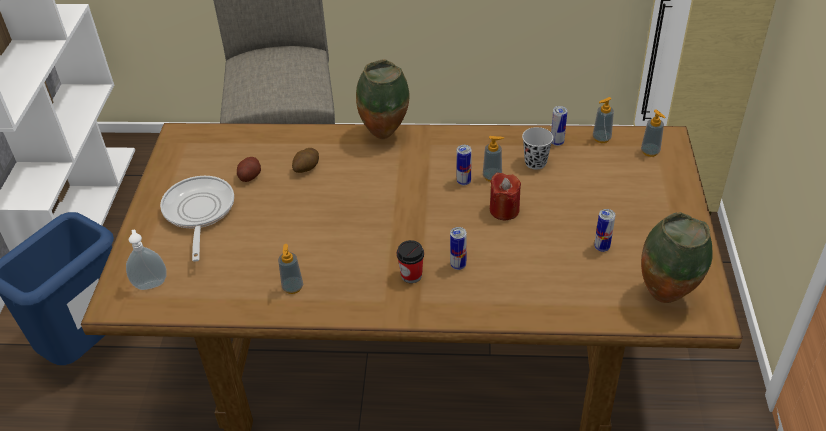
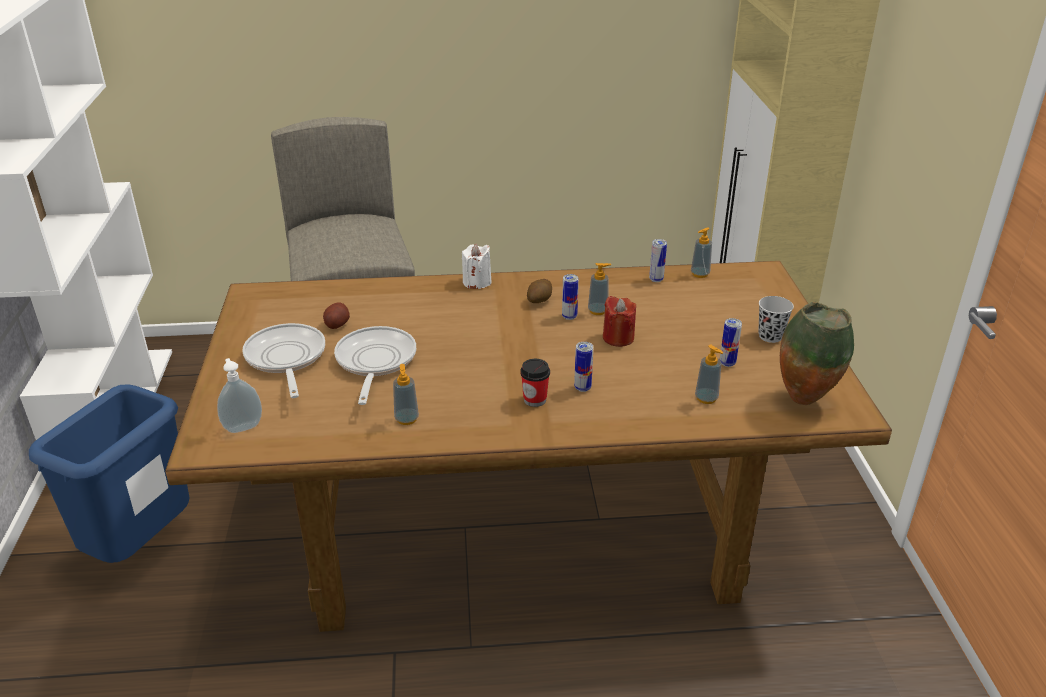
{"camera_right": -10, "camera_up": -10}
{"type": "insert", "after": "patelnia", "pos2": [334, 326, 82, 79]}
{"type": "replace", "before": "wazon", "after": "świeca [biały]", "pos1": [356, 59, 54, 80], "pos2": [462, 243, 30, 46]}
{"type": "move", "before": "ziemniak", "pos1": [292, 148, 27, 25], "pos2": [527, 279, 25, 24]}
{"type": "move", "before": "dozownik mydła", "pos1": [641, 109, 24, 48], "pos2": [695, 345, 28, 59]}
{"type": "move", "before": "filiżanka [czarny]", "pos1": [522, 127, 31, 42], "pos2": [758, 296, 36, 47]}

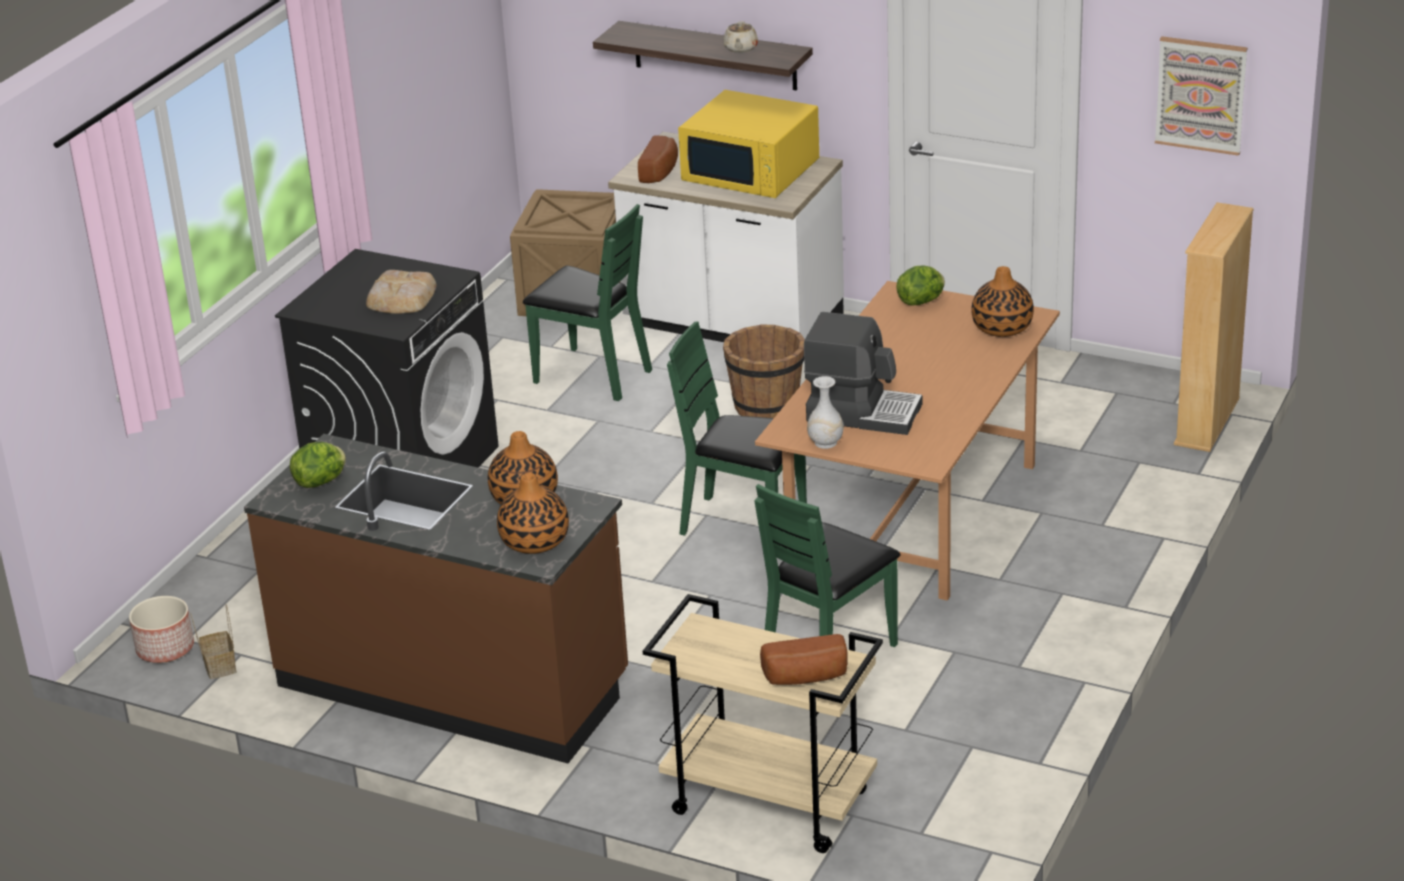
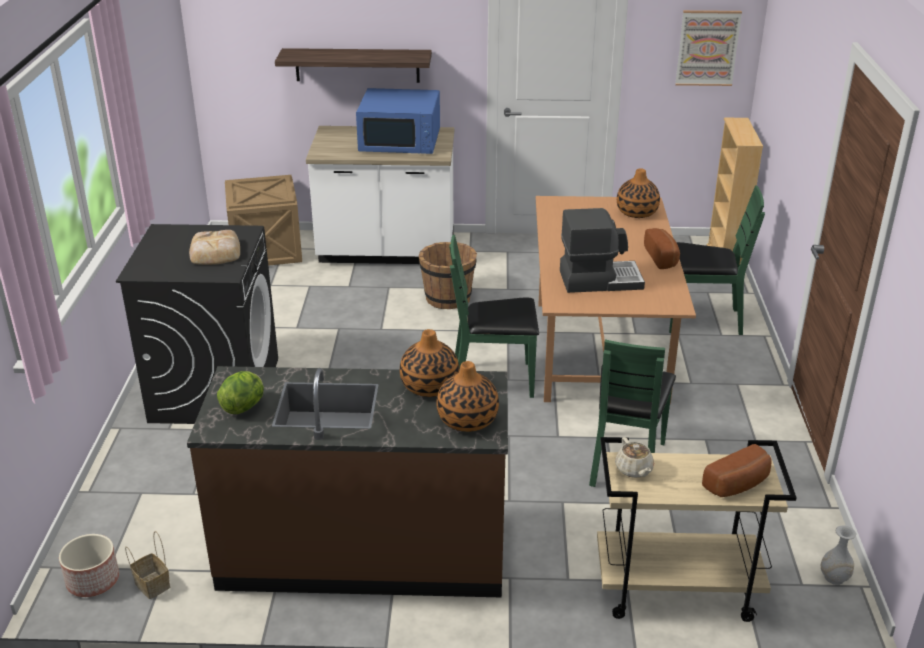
{"camera_right": -25, "camera_up": 0}
{"type": "recolor", "before": "mikrofalówka [żółty]", "after": "mikrofalówka [niebieski]", "pos1": [678, 90, 141, 108], "pos2": [356, 88, 84, 66]}
{"type": "move", "before": "imbryk [beżowy]", "pos1": [723, 21, 35, 32], "pos2": [615, 437, 39, 41]}
{"type": "move", "before": "chleb", "pos1": [638, 136, 40, 47], "pos2": [644, 228, 36, 41]}
{"type": "move", "before": "krzesło [zielony]", "pos1": [523, 204, 129, 197], "pos2": [669, 185, 96, 150]}
{"type": "move", "before": "wazon [biały]", "pos1": [807, 376, 37, 73], "pos2": [821, 526, 35, 59]}
{"type": "delete", "before": "sałata", "pos1": [896, 265, 49, 40]}

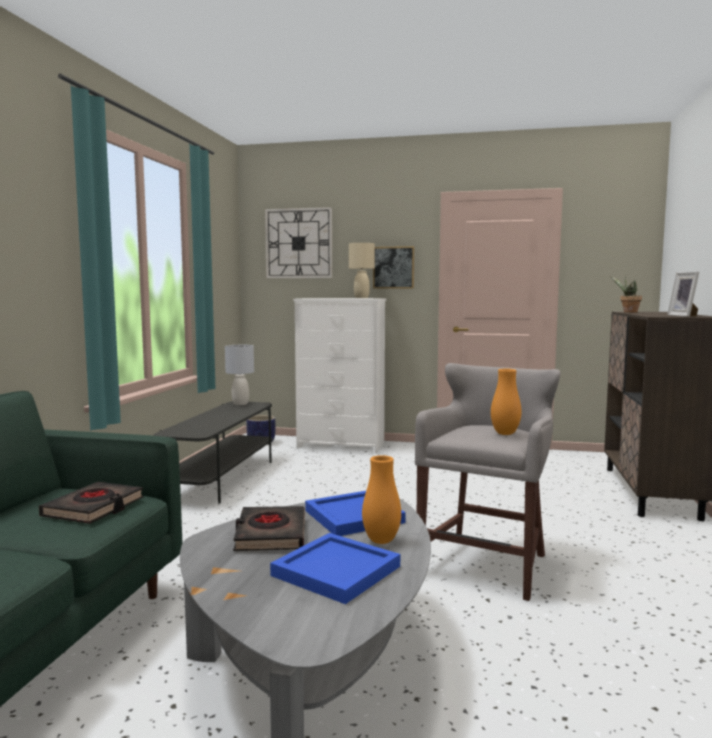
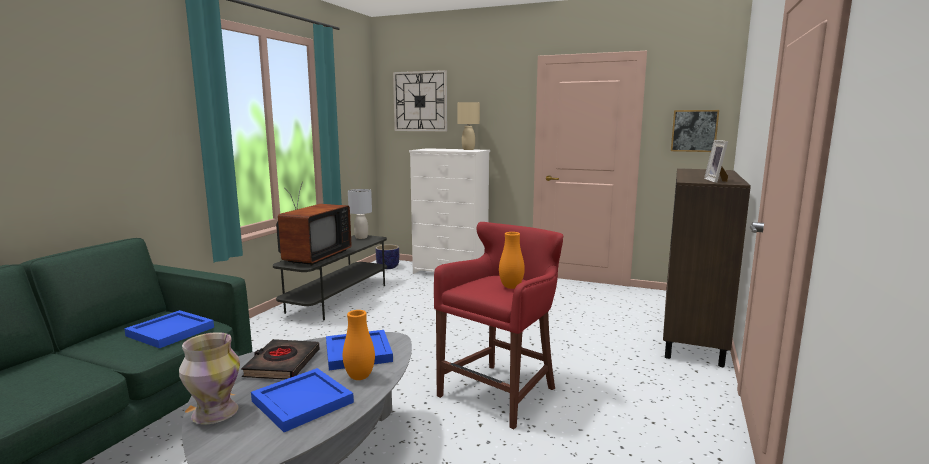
{"camera_right": 10, "camera_up": 5}
{"type": "replace", "before": "książka [czarny]", "after": "taca [niebieski]", "pos1": [39, 482, 105, 42], "pos2": [124, 310, 90, 38]}
{"type": "insert", "after": "wazon", "pos2": [179, 332, 61, 92]}
{"type": "insert", "after": "telewizor", "pos2": [276, 182, 76, 83]}
{"type": "recolor", "before": "stołek [szary]", "after": "stołek [czerwony]", "pos1": [415, 363, 146, 238], "pos2": [434, 222, 130, 207]}
{"type": "move", "before": "obraz", "pos1": [373, 246, 41, 42], "pos2": [671, 110, 48, 42]}
{"type": "delete", "before": "roślina doniczkowa", "pos1": [610, 276, 32, 37]}

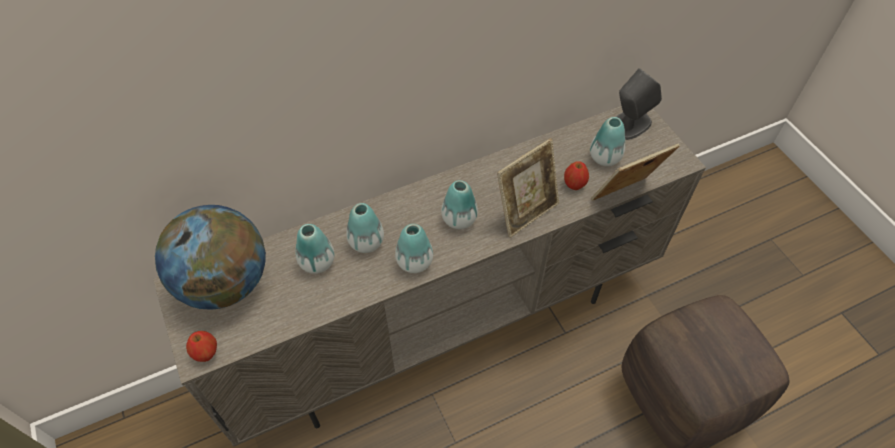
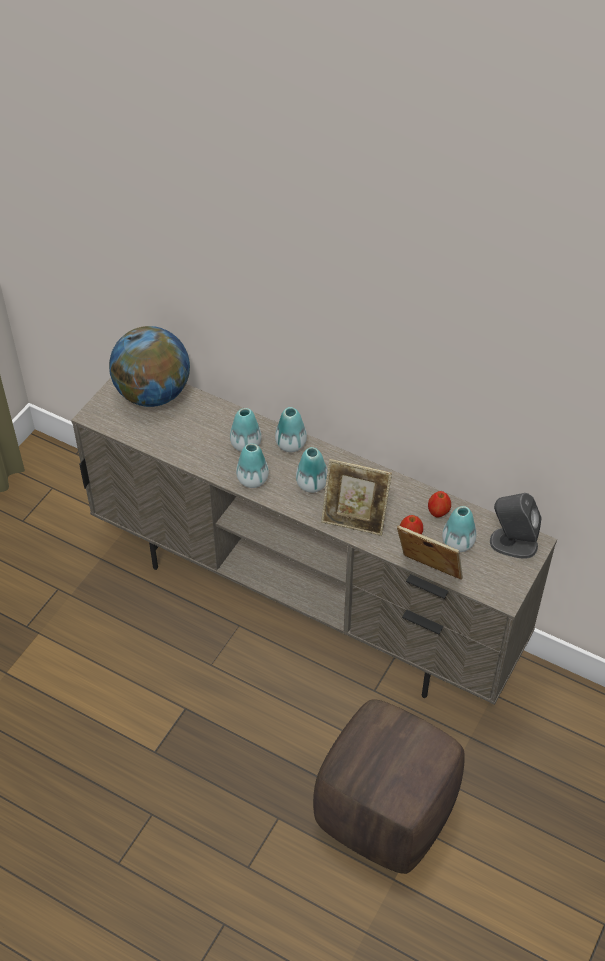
{"camera_right": 55, "camera_up": -5}
{"type": "move", "before": "wazon", "pos1": [295, 224, 39, 50], "pos2": [275, 407, 32, 45]}
{"type": "move", "before": "jabłko", "pos1": [186, 331, 31, 31], "pos2": [428, 491, 23, 26]}

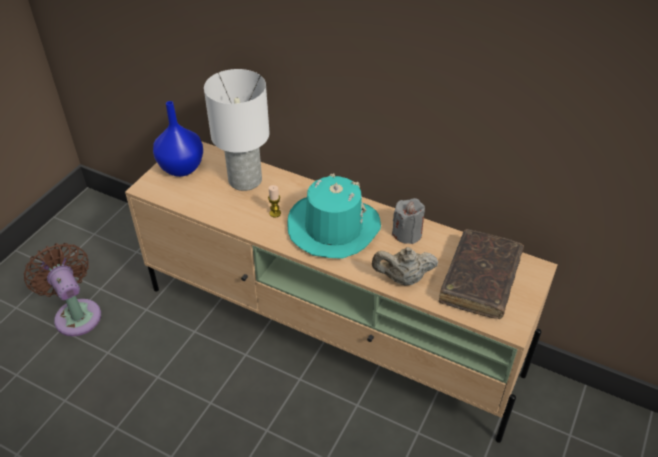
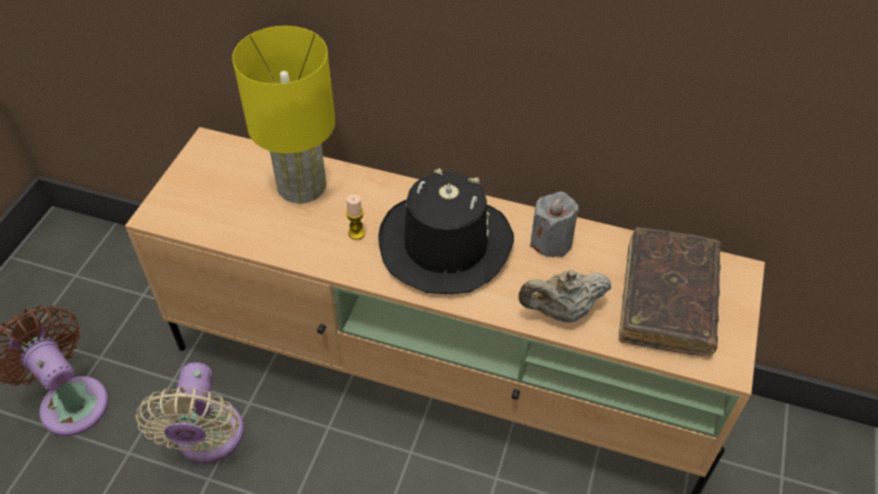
{"camera_right": -10, "camera_up": 5}
{"type": "insert", "after": "wentylator [beżowy]", "pos2": [135, 362, 109, 101]}
{"type": "recolor", "before": "lampa stołowa [biały]", "after": "lampa stołowa [żółty]", "pos1": [204, 69, 66, 122], "pos2": [232, 26, 103, 178]}
{"type": "recolor", "before": "kapelusz [turkusowy]", "after": "kapelusz [czarny]", "pos1": [287, 173, 94, 86], "pos2": [378, 168, 136, 126]}
{"type": "delete", "before": "wazon [niebieski]", "pos1": [153, 101, 50, 76]}

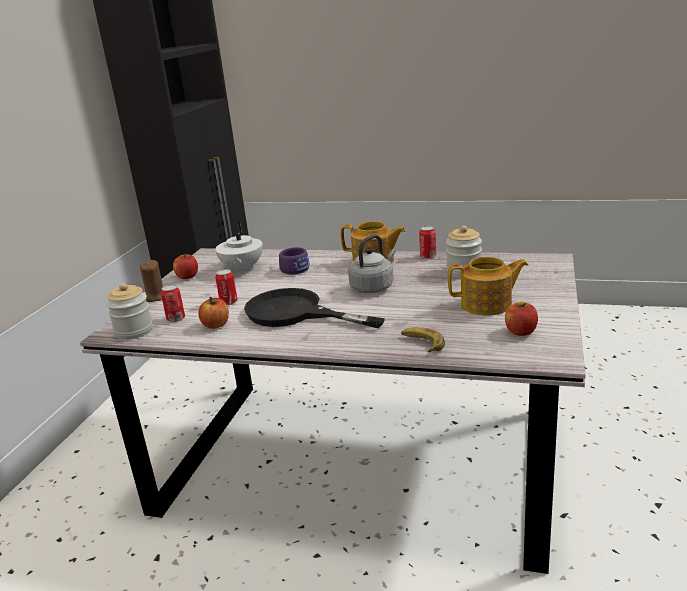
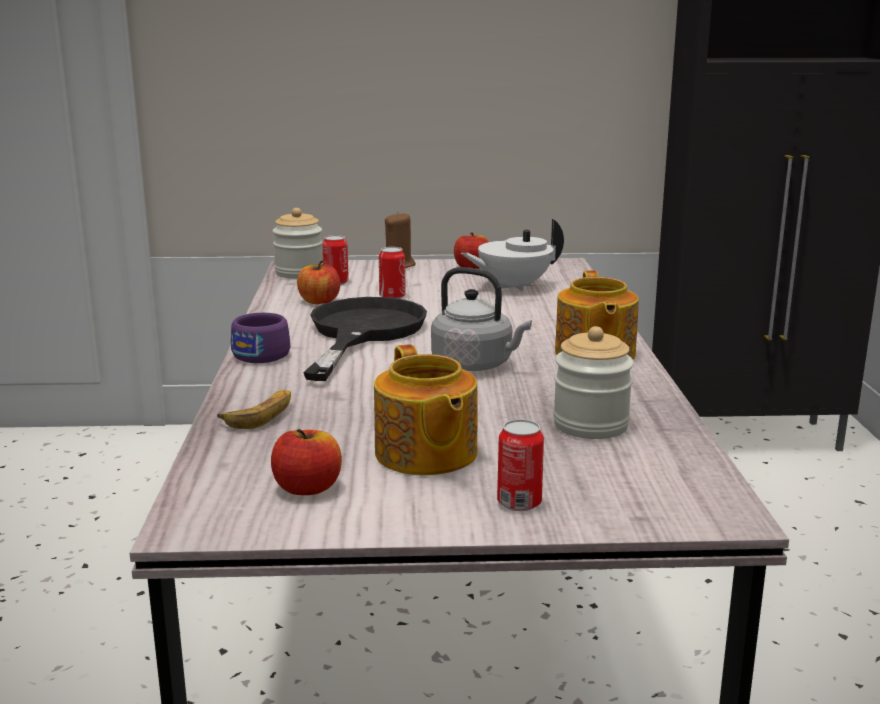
{"camera_right": 70, "camera_up": -5}
{"type": "move", "before": "filiżanka [fioletowy]", "pos1": [279, 247, 31, 28], "pos2": [231, 313, 59, 50]}
{"type": "move", "before": "puszka", "pos1": [419, 226, 17, 33], "pos2": [497, 419, 47, 92]}

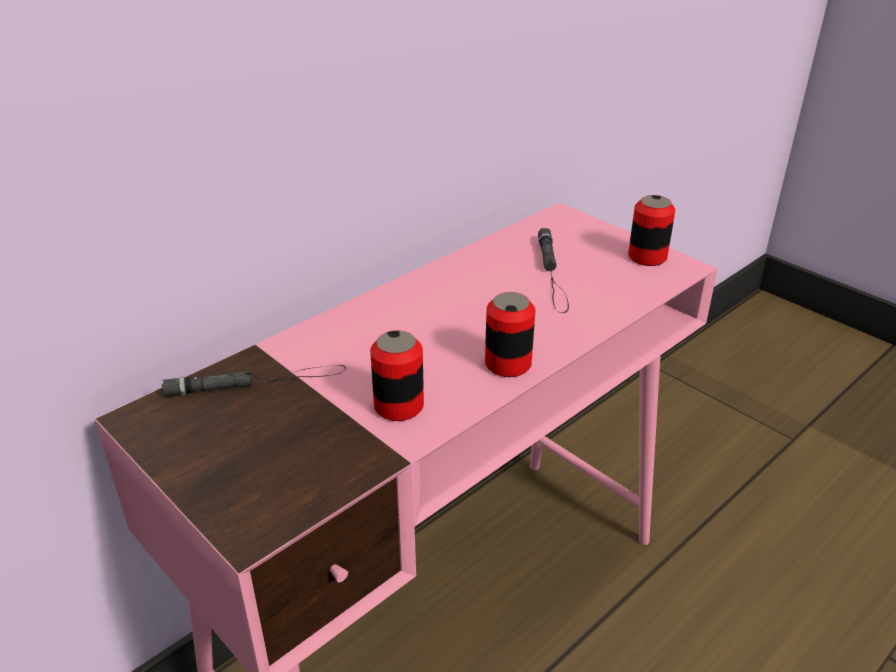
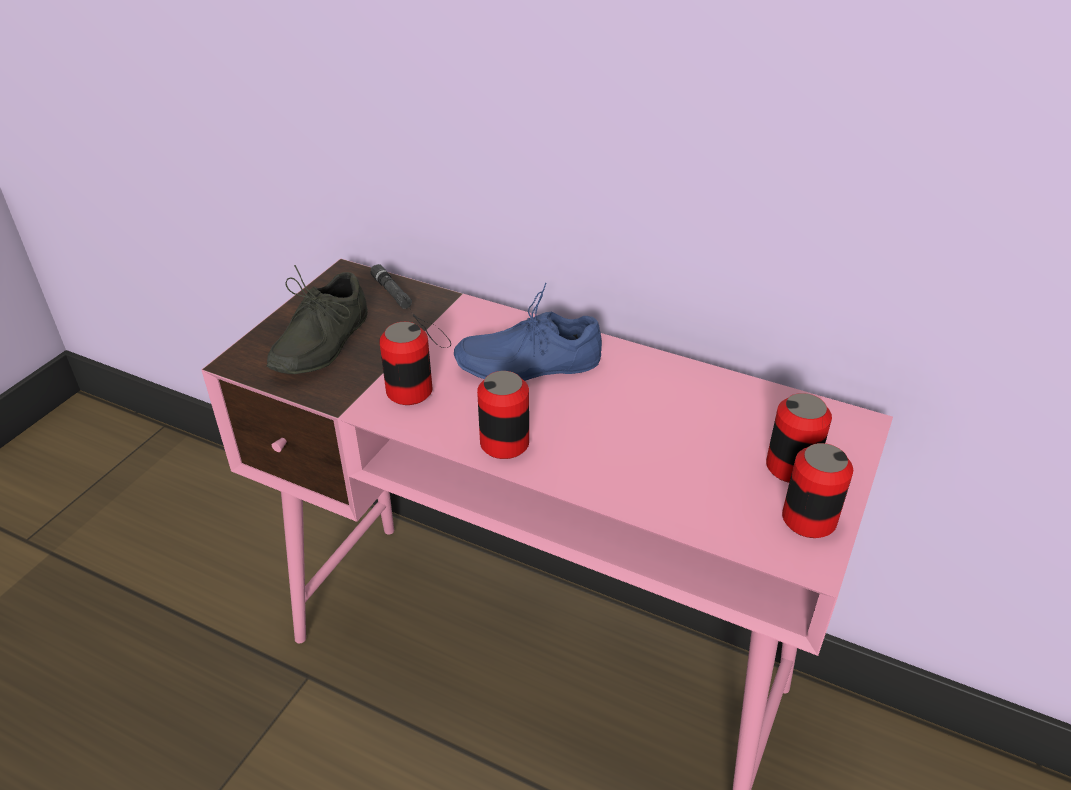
{"camera_right": 70, "camera_up": 5}
{"type": "insert", "after": "but [szary]", "pos2": [267, 265, 101, 109]}
{"type": "insert", "after": "but [niebieski]", "pos2": [454, 283, 148, 98]}
{"type": "insert", "after": "puszka", "pos2": [766, 393, 66, 90]}
{"type": "delete", "before": "latarka [czarny]", "pos1": [538, 228, 31, 85]}

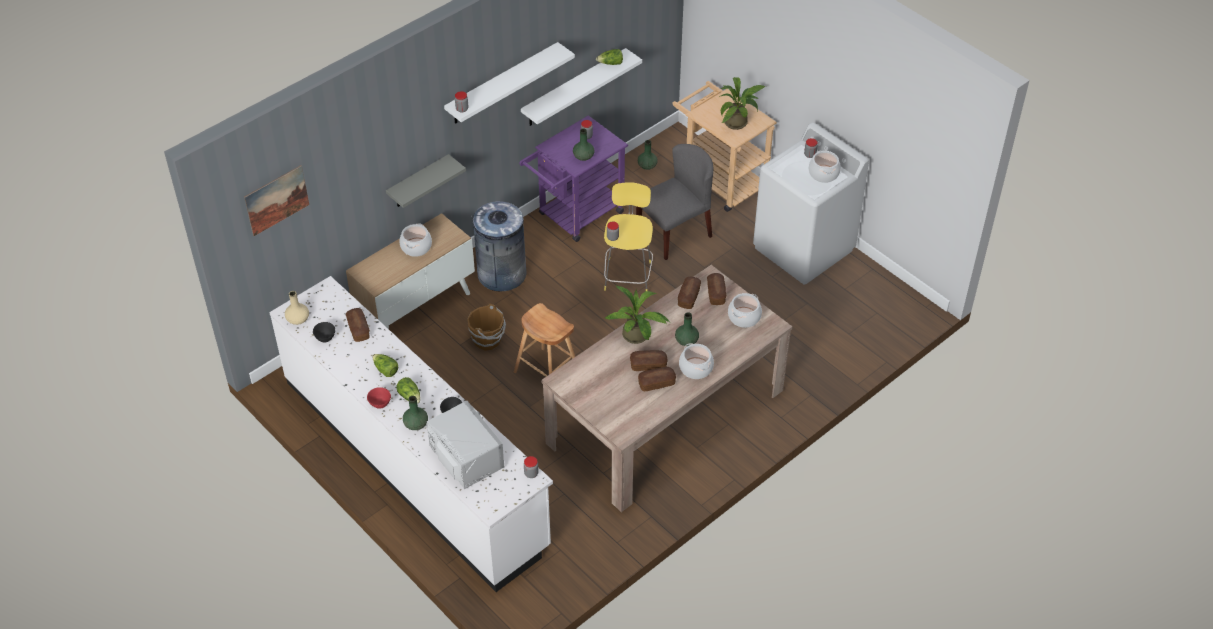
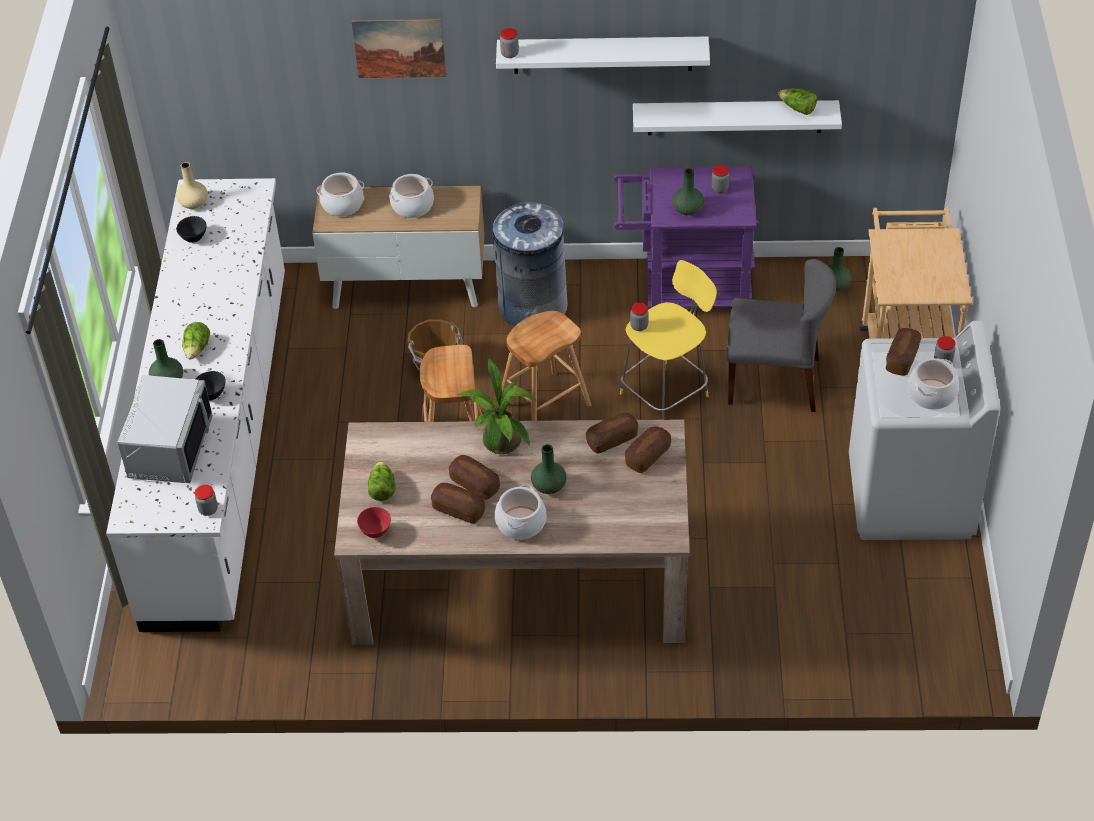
{"camera_right": 45, "camera_up": 0}
{"type": "move", "before": "garnek", "pos1": [728, 293, 34, 35], "pos2": [316, 172, 48, 45]}
{"type": "move", "before": "obraz", "pos1": [244, 165, 65, 71], "pos2": [351, 19, 95, 59]}
{"type": "move", "before": "miska [czerwony]", "pos1": [367, 387, 24, 22], "pos2": [357, 507, 34, 31]}
{"type": "move", "before": "sałata", "pos1": [372, 354, 26, 23], "pos2": [368, 461, 27, 40]}
{"type": "insert", "after": "stołek [brązowy]", "pos2": [502, 311, 89, 110]}
{"type": "move", "before": "chleb", "pos1": [346, 308, 24, 34], "pos2": [886, 328, 36, 48]}
{"type": "delete", "before": "półka [szary]", "pos1": [386, 154, 80, 54]}
{"type": "delete", "before": "roślina doniczkowa", "pos1": [721, 77, 45, 53]}

